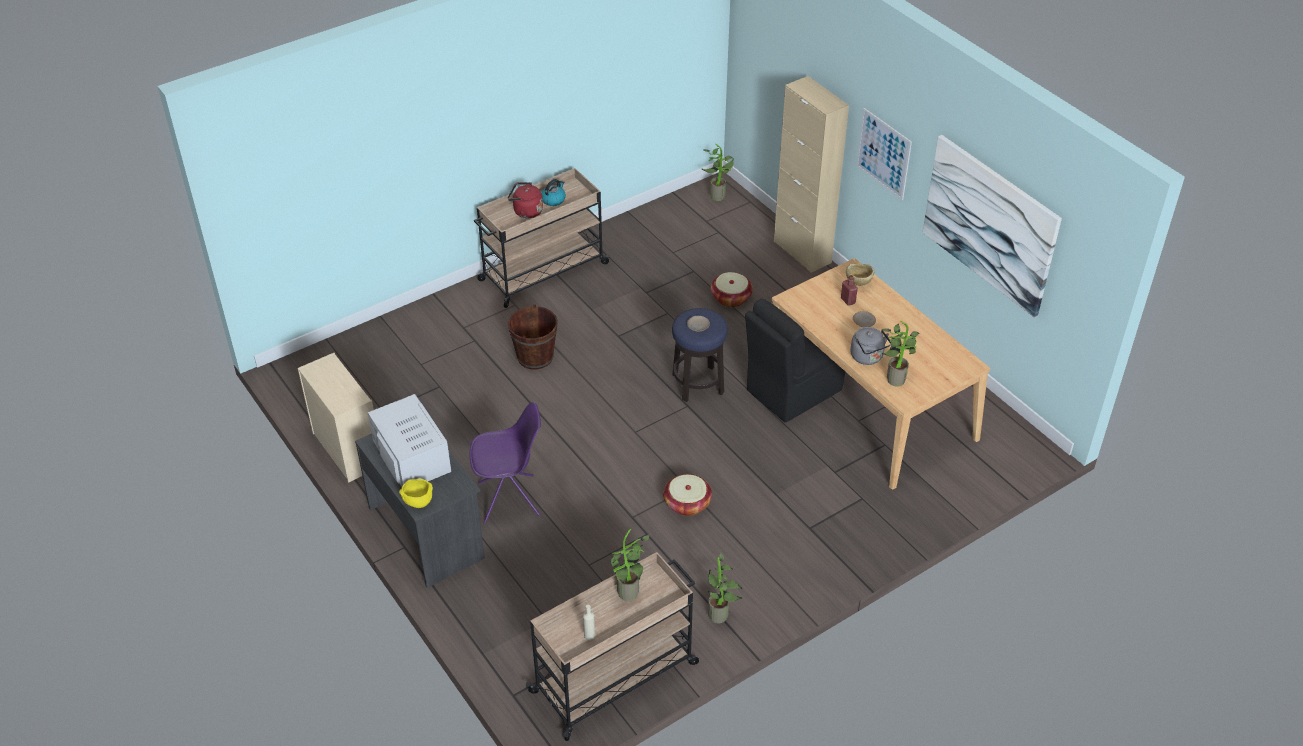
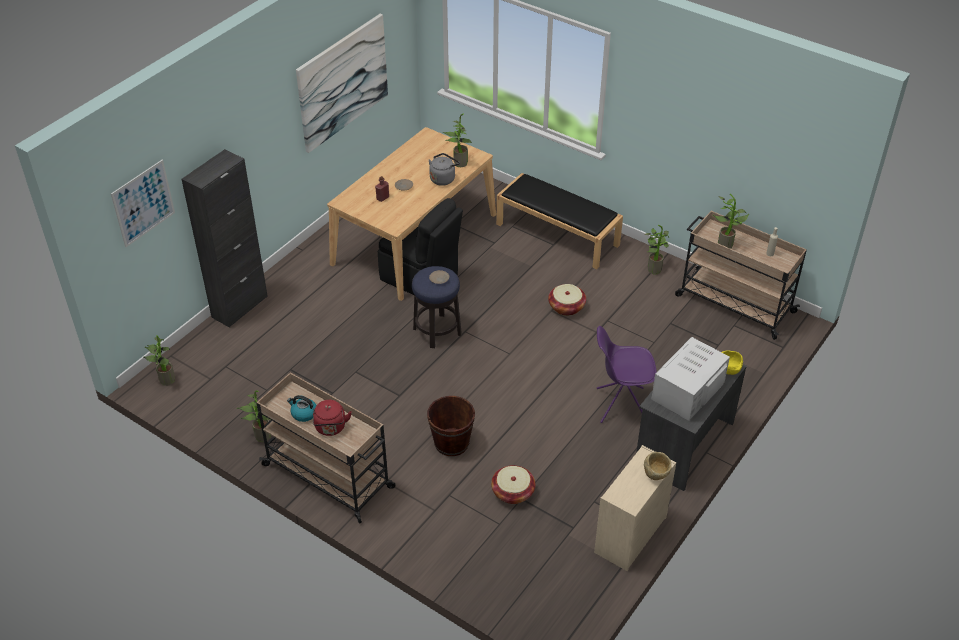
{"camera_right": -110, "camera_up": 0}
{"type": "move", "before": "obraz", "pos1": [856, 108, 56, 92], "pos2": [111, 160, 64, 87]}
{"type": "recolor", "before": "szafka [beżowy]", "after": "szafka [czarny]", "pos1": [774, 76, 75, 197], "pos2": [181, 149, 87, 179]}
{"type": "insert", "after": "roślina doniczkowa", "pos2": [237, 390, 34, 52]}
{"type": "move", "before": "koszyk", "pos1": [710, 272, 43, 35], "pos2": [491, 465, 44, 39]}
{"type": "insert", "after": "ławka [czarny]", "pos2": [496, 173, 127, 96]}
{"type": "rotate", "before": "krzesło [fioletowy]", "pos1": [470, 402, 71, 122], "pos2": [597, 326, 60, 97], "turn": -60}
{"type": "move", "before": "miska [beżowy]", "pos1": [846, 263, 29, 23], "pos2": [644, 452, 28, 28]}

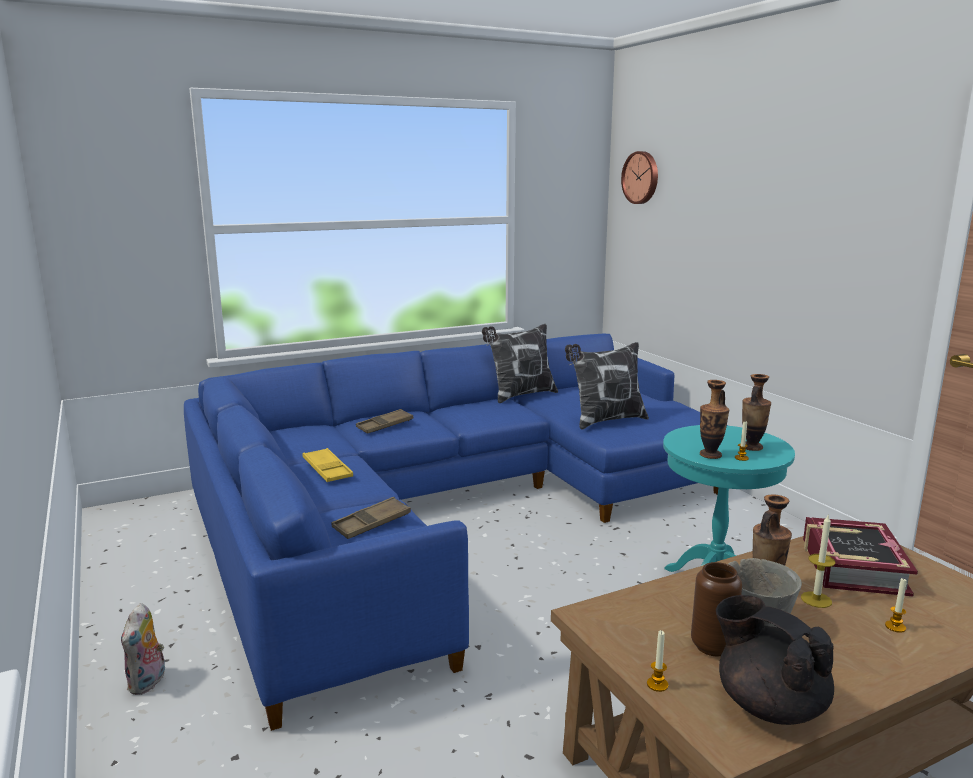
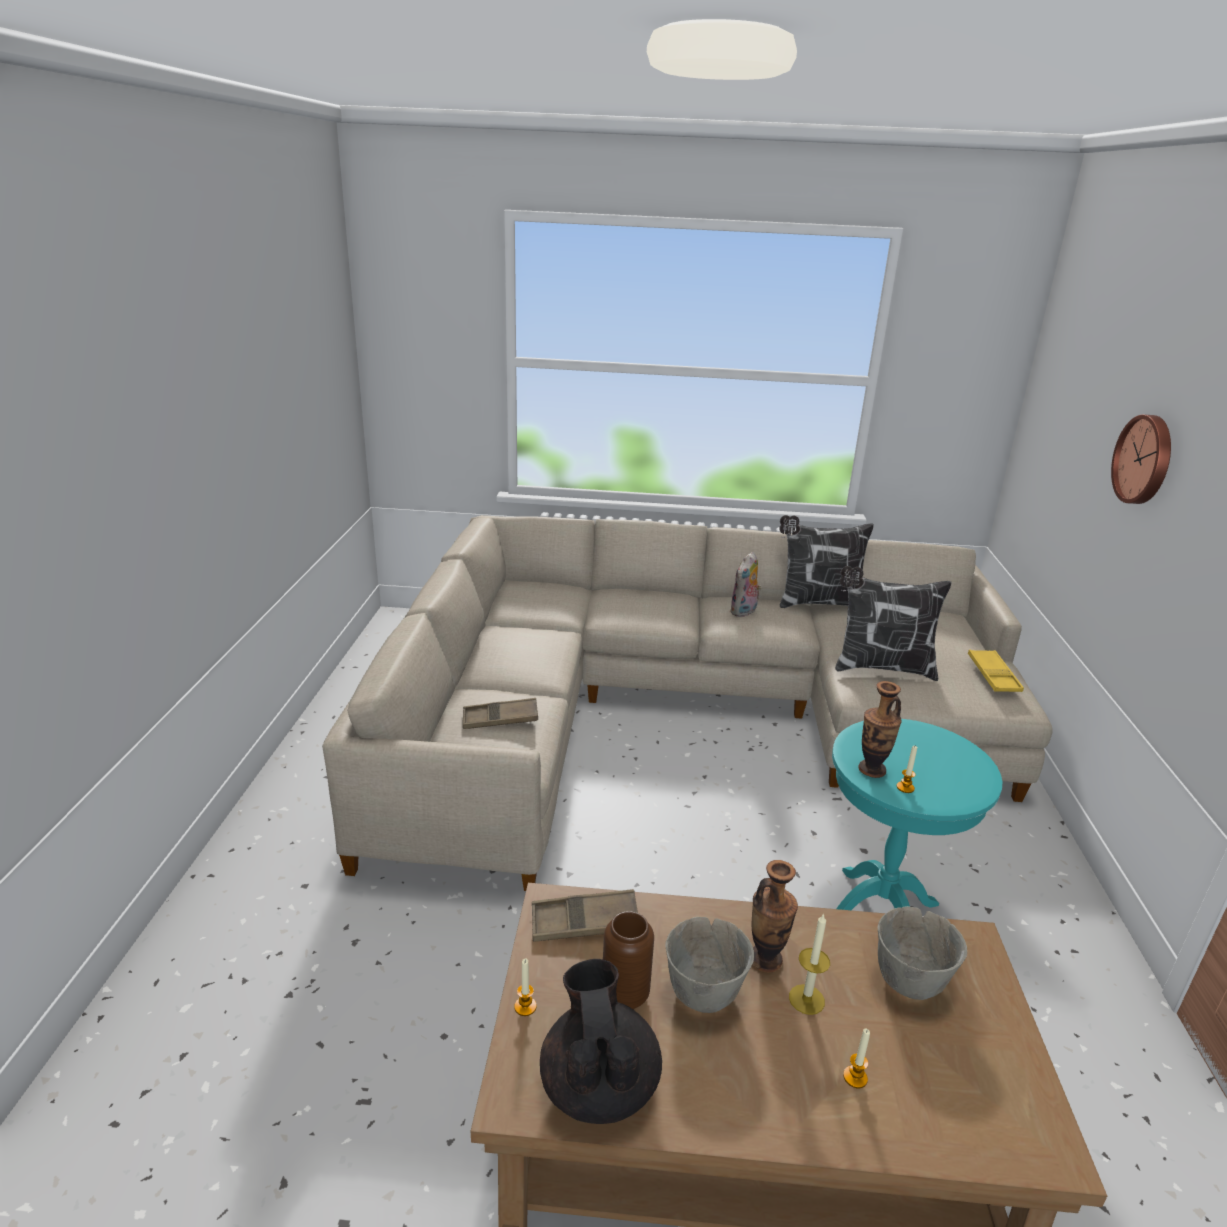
{"camera_right": 30, "camera_up": 10}
{"type": "recolor", "before": "kanapa [niebieski]", "after": "kanapa [beżowy]", "pos1": [184, 333, 544, 398], "pos2": [322, 515, 731, 376]}
{"type": "move", "before": "taca [brązowy]", "pos1": [356, 409, 57, 24], "pos2": [532, 889, 106, 53]}
{"type": "move", "before": "pluszak", "pos1": [121, 603, 44, 92], "pos2": [729, 552, 32, 65]}
{"type": "replace", "before": "książka", "after": "miska [szary]", "pos1": [803, 517, 115, 79], "pos2": [878, 906, 89, 94]}
{"type": "move", "before": "taca [żółty]", "pos1": [303, 448, 50, 34], "pos2": [968, 650, 56, 42]}
{"type": "move", "before": "zegar ścienny", "pos1": [621, 151, 37, 53], "pos2": [1111, 415, 60, 89]}
{"type": "delete", "before": "wazon", "pos1": [742, 374, 29, 77]}

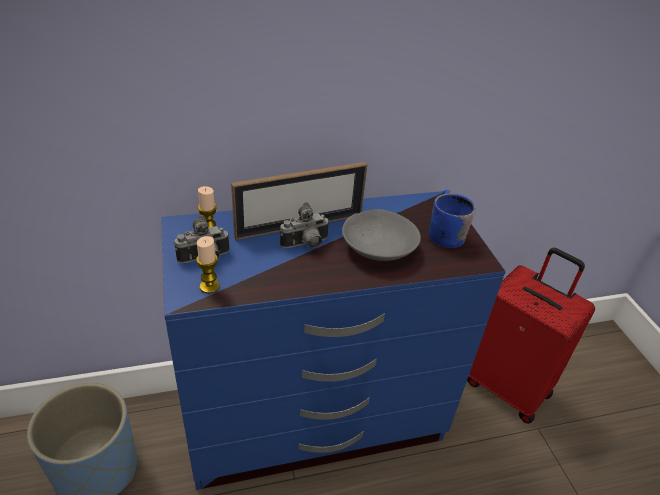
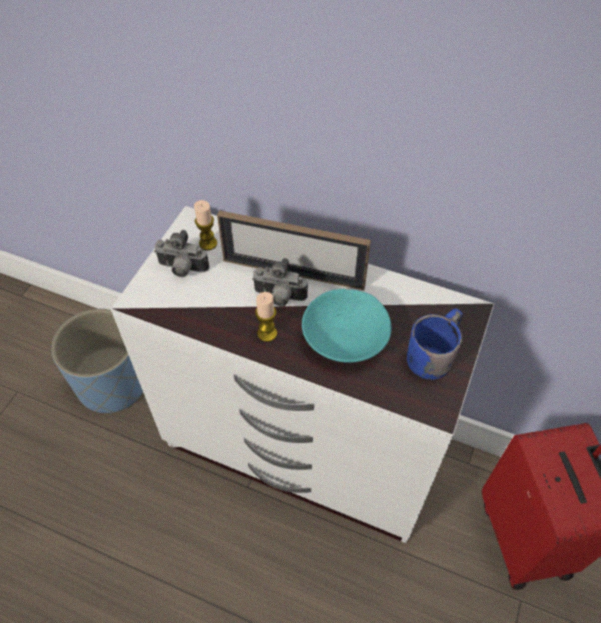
{"camera_right": 40, "camera_up": 15}
{"type": "recolor", "before": "komoda [niebieski]", "after": "komoda [biały]", "pos1": [161, 191, 345, 299], "pos2": [111, 206, 383, 337]}
{"type": "move", "before": "świeca", "pos1": [196, 236, 24, 58], "pos2": [255, 292, 22, 50]}
{"type": "recolor", "before": "miska [szary]", "after": "miska [turkusowy]", "pos1": [342, 209, 79, 52], "pos2": [302, 289, 90, 74]}

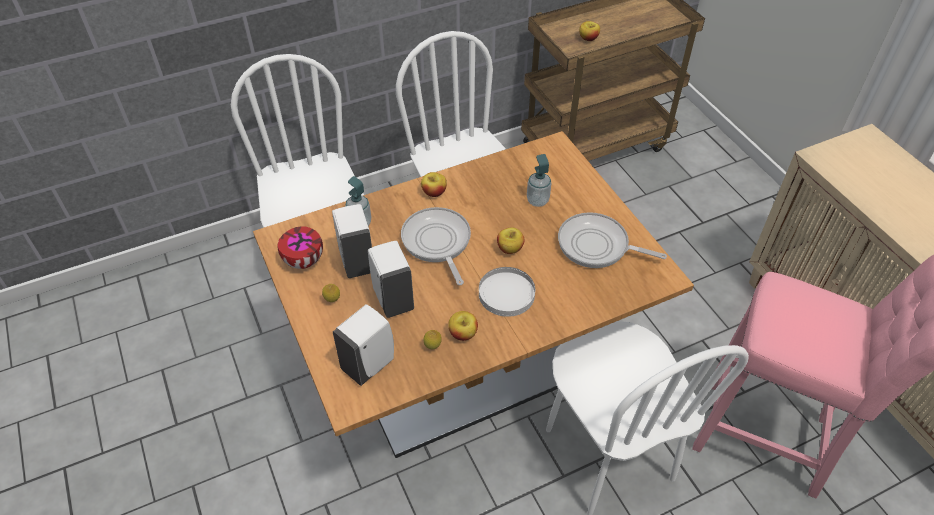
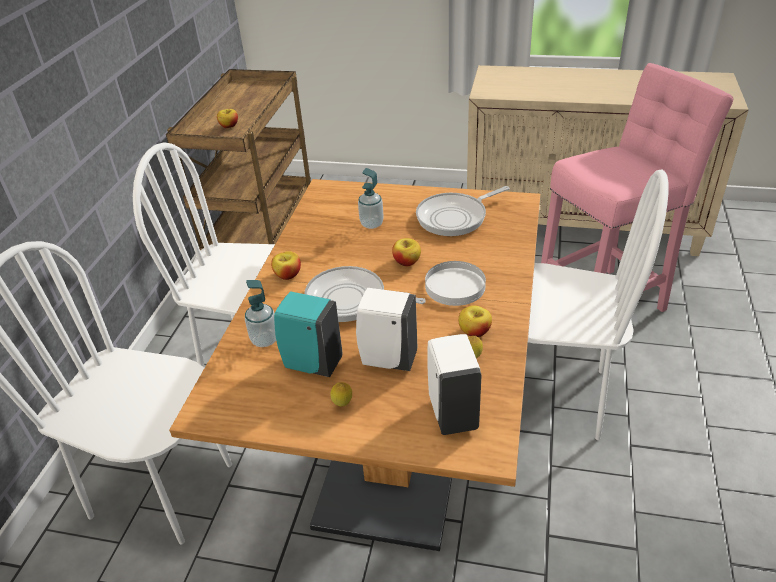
{"camera_right": -50, "camera_up": -10}
{"type": "recolor", "before": "dozownik mydła [biały]", "after": "dozownik mydła [turkusowy]", "pos1": [332, 204, 40, 74], "pos2": [274, 291, 69, 86]}
{"type": "delete", "before": "miska", "pos1": [278, 226, 45, 43]}

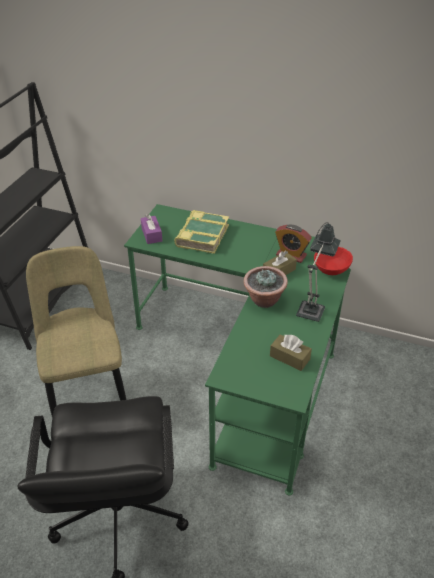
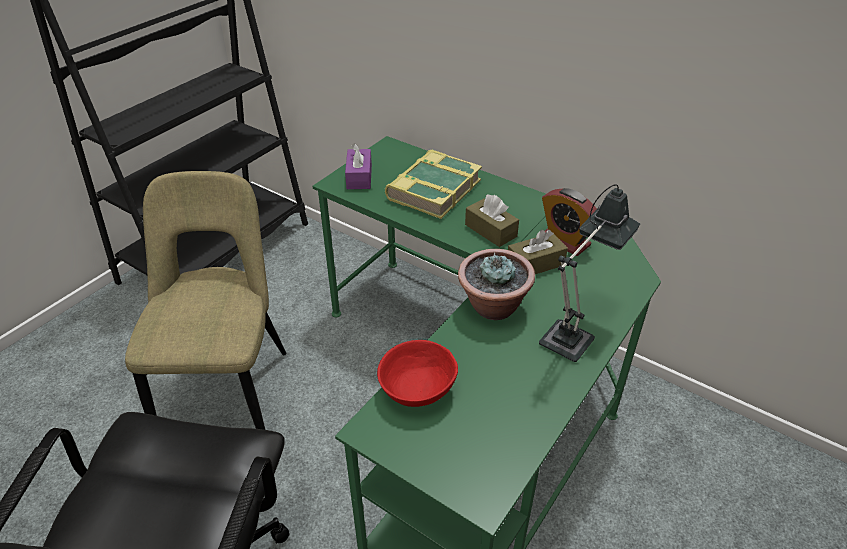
{"camera_right": 15, "camera_up": 0}
{"type": "move", "before": "miska [czerwony]", "pos1": [314, 247, 39, 28], "pos2": [377, 340, 81, 67]}
{"type": "move", "before": "pudełko chusteczek [brązowy]", "pos1": [270, 334, 42, 37], "pos2": [465, 195, 54, 52]}

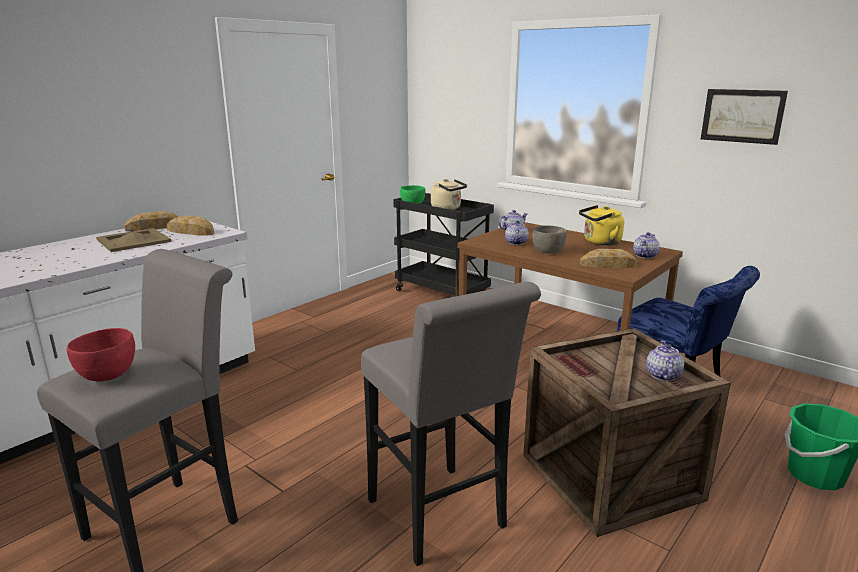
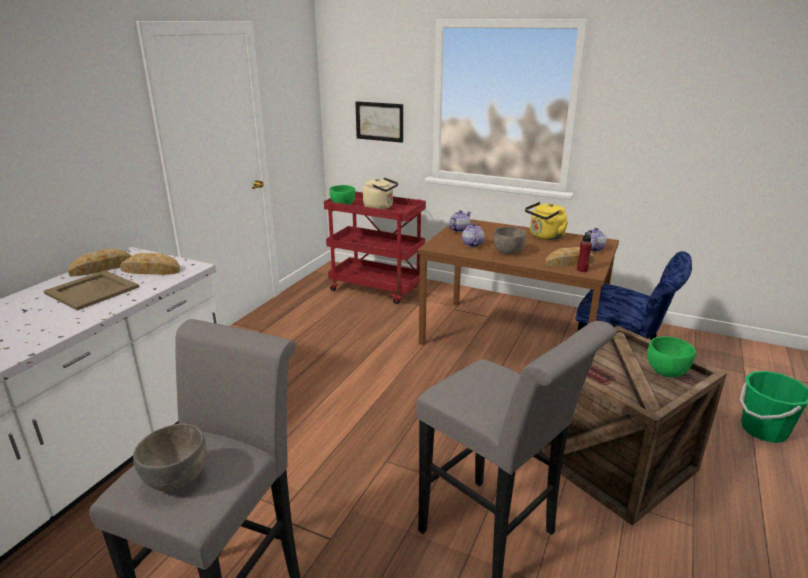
{"camera_right": -15, "camera_up": 5}
{"type": "recolor", "before": "miska [czerwony]", "after": "miska [szary]", "pos1": [67, 328, 68, 53], "pos2": [133, 424, 74, 68]}
{"type": "recolor", "before": "wózek [czarny]", "after": "wózek [czerwony]", "pos1": [393, 193, 101, 105], "pos2": [324, 192, 102, 112]}
{"type": "move", "before": "obraz", "pos1": [701, 89, 87, 56], "pos2": [355, 101, 48, 42]}
{"type": "insert", "after": "butelka [czerwony]", "pos2": [577, 231, 15, 41]}
{"type": "replace", "before": "imbryk", "after": "miska [zielony]", "pos1": [646, 341, 38, 40], "pos2": [647, 336, 49, 41]}

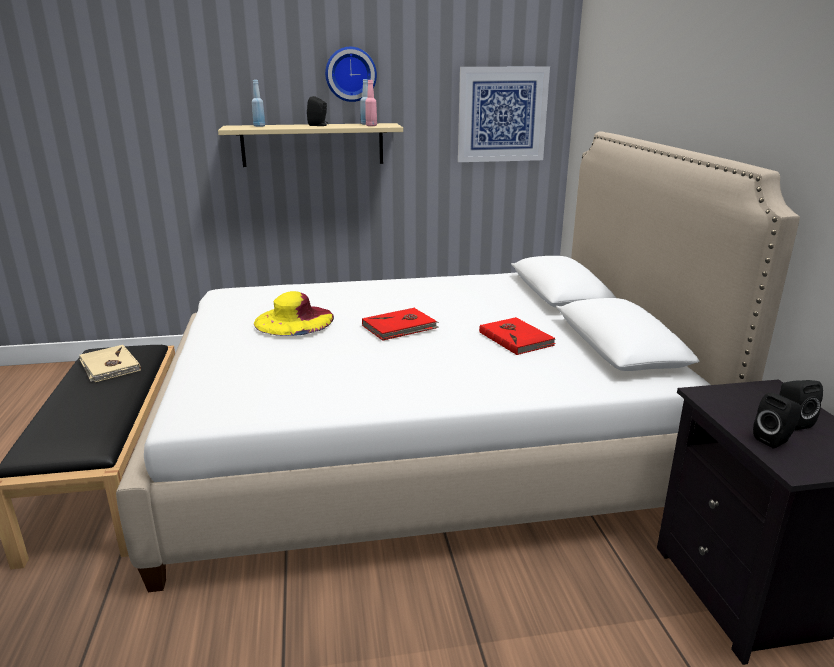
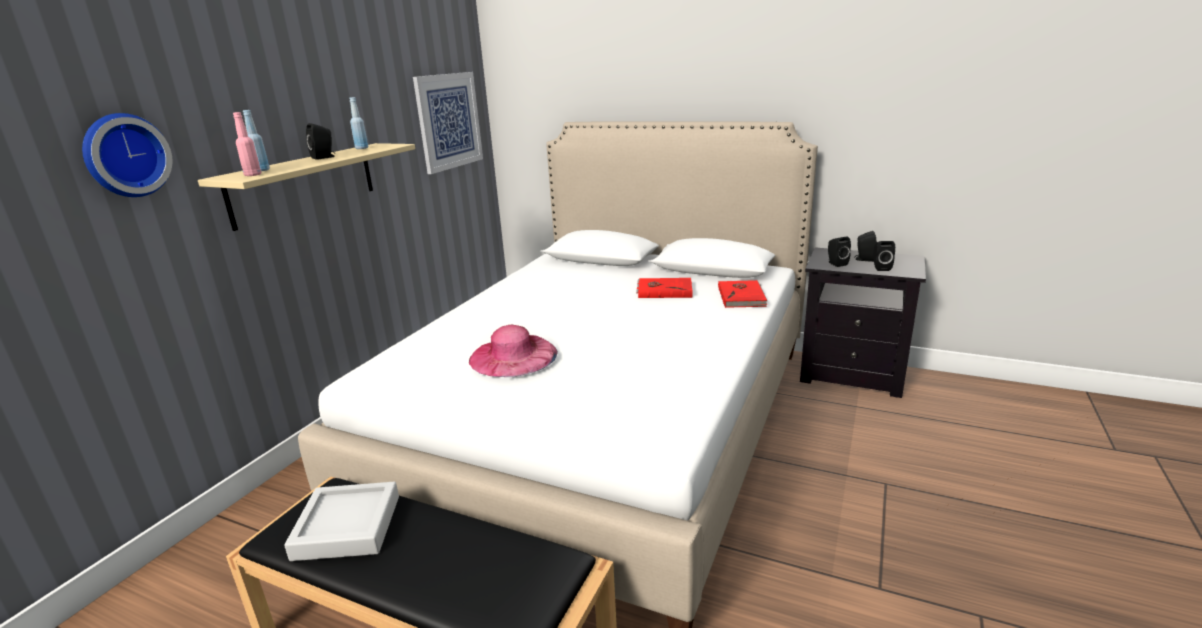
{"camera_right": -55, "camera_up": 0}
{"type": "move", "before": "zegar ścienny", "pos1": [325, 47, 52, 55], "pos2": [82, 113, 90, 84]}
{"type": "move", "before": "butelka [różowy]", "pos1": [365, 80, 12, 46], "pos2": [233, 112, 28, 64]}
{"type": "replace", "before": "książka [beżowy]", "after": "taca [szary]", "pos1": [79, 345, 62, 37], "pos2": [284, 482, 115, 79]}
{"type": "recolor", "before": "kapelusz [żółty]", "after": "kapelusz [różowy]", "pos1": [254, 291, 80, 45], "pos2": [469, 325, 89, 52]}
{"type": "move", "before": "książka [czerwony]", "pos1": [362, 308, 77, 33], "pos2": [718, 280, 49, 28]}
{"type": "insert", "after": "głośnik [czarny]", "pos2": [828, 237, 23, 30]}

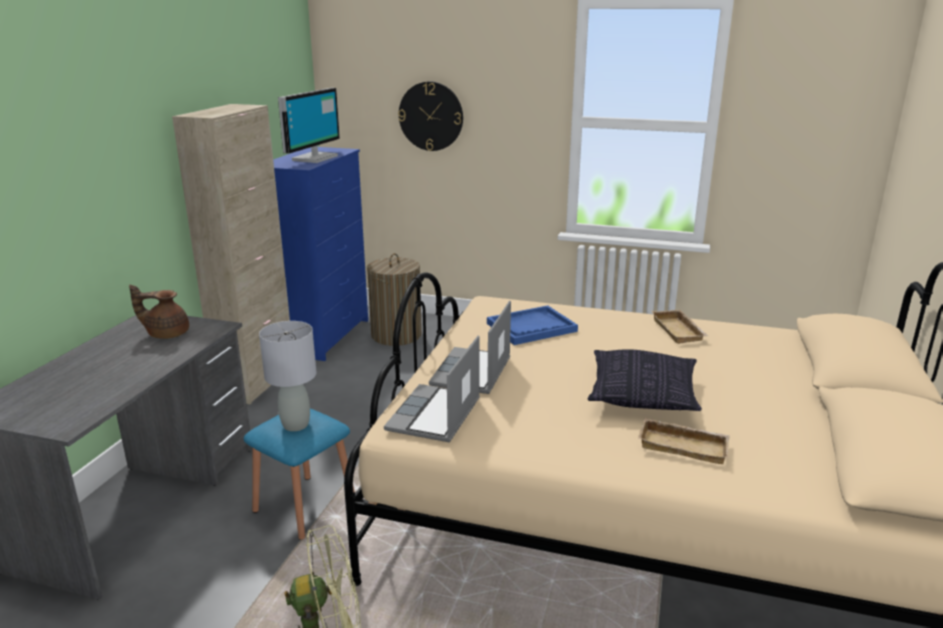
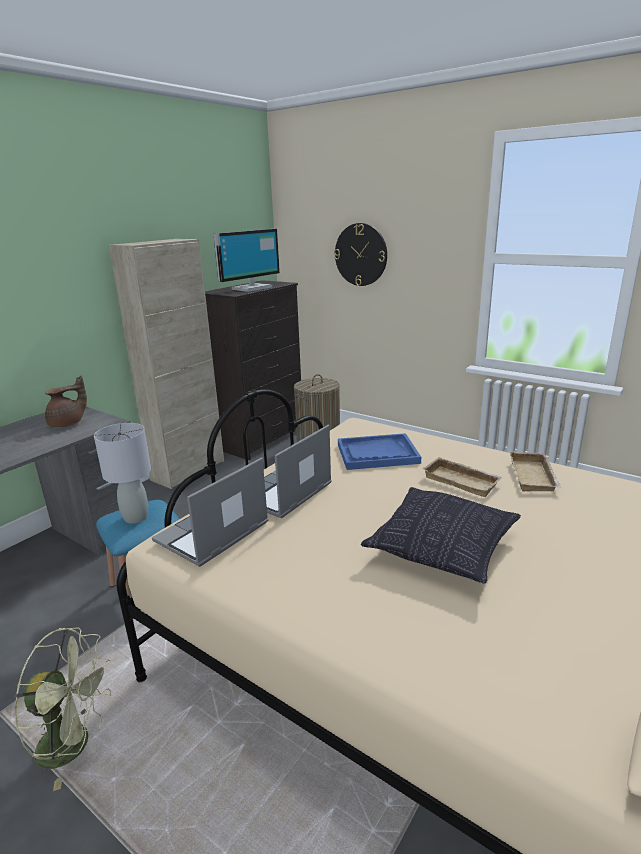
{"camera_right": 20, "camera_up": 0}
{"type": "rotate", "before": "imbryk [brązowy]", "pos1": [129, 285, 60, 54], "pos2": [45, 376, 42, 51], "turn": 120}
{"type": "recolor", "before": "komoda [niebieski]", "after": "komoda [czarny]", "pos1": [273, 147, 95, 214], "pos2": [205, 280, 96, 180]}
{"type": "move", "before": "taca [beżowy]", "pos1": [638, 418, 92, 46], "pos2": [422, 457, 81, 40]}

